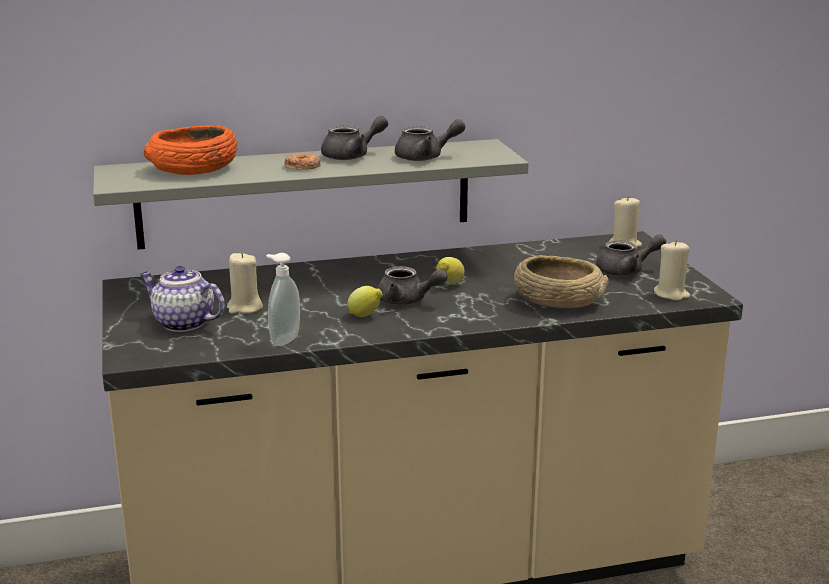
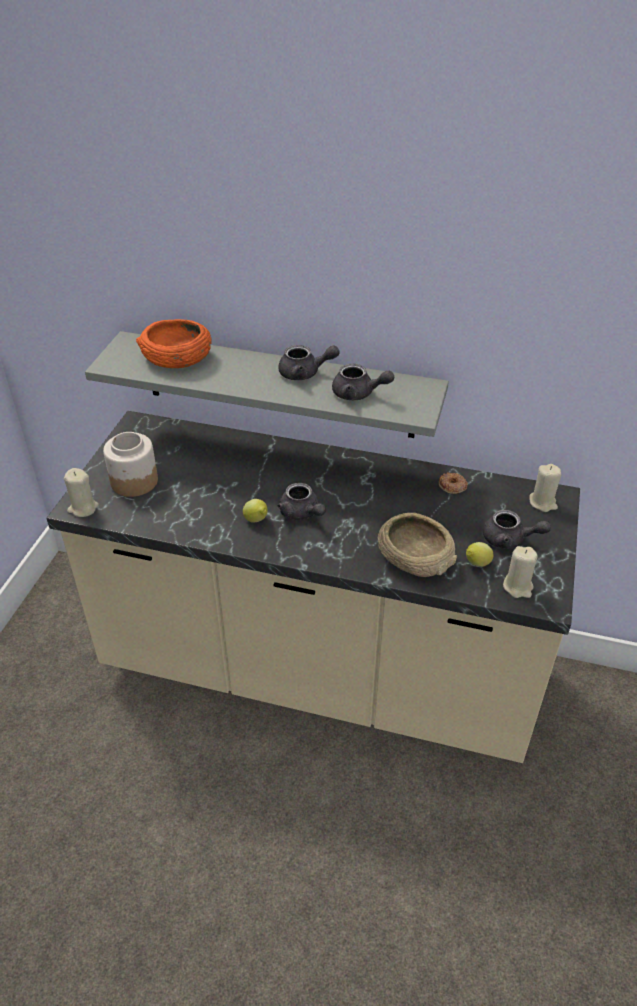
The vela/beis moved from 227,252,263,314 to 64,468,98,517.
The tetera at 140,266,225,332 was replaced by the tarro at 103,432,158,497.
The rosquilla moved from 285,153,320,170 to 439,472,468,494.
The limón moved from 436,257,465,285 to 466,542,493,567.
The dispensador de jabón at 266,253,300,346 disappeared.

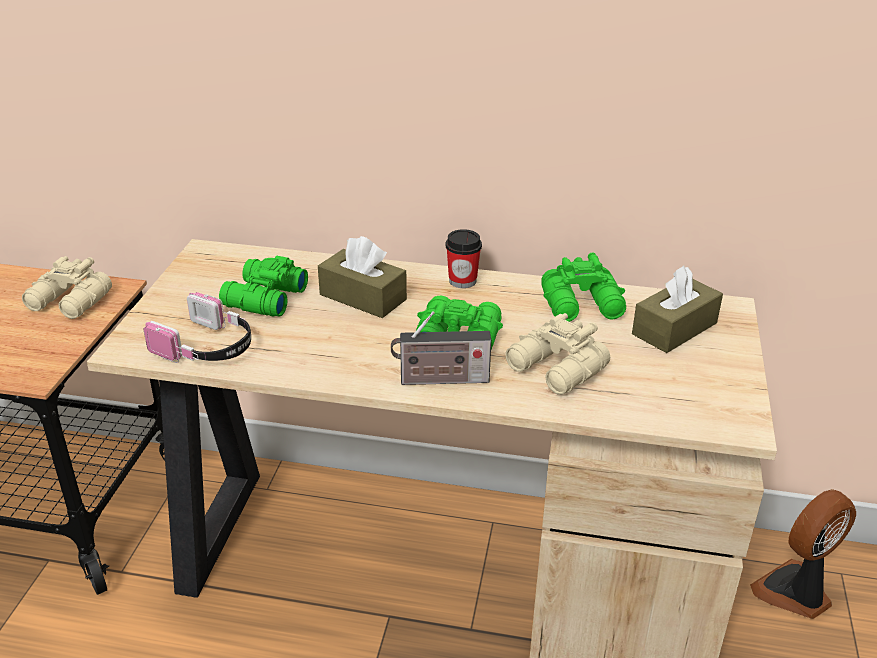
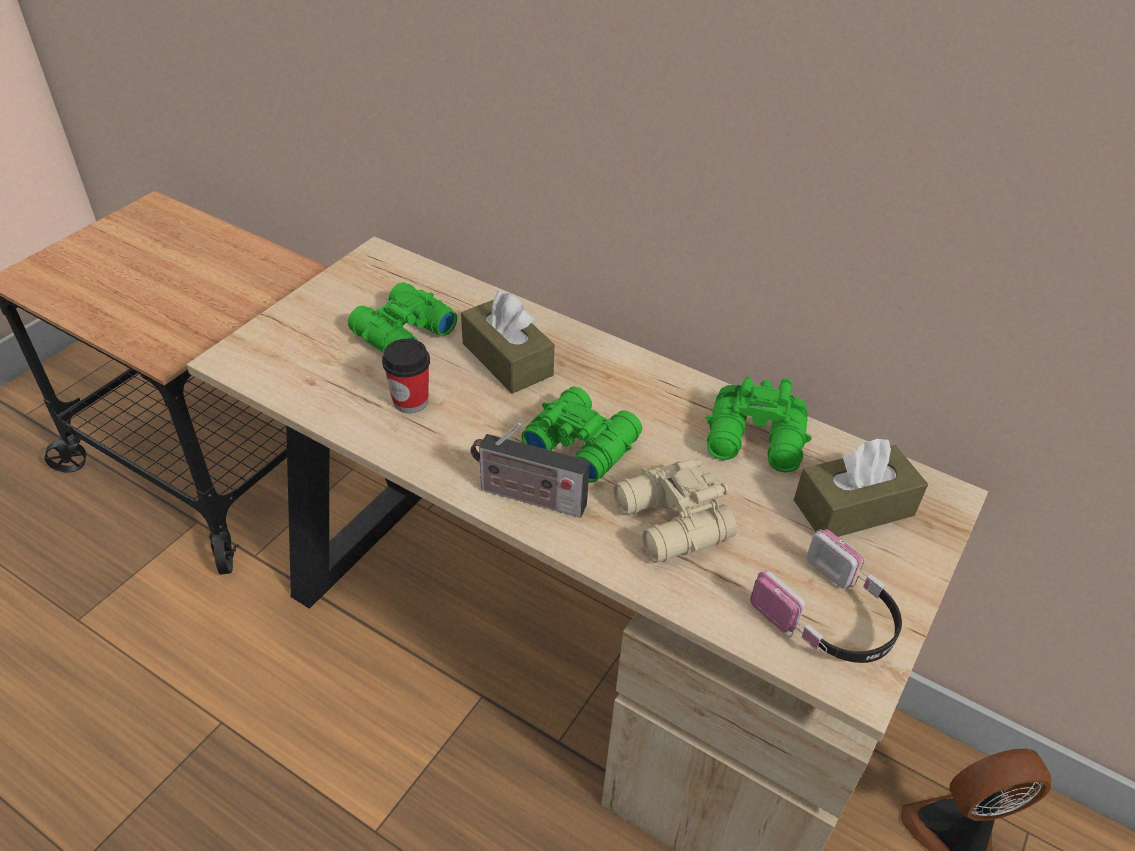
The taza moved from 446,229,482,288 to 382,339,430,413.
The auriculares moved from 143,292,251,363 to 750,529,902,663.
The prismáticos/beis at 22,256,112,319 disappeared.

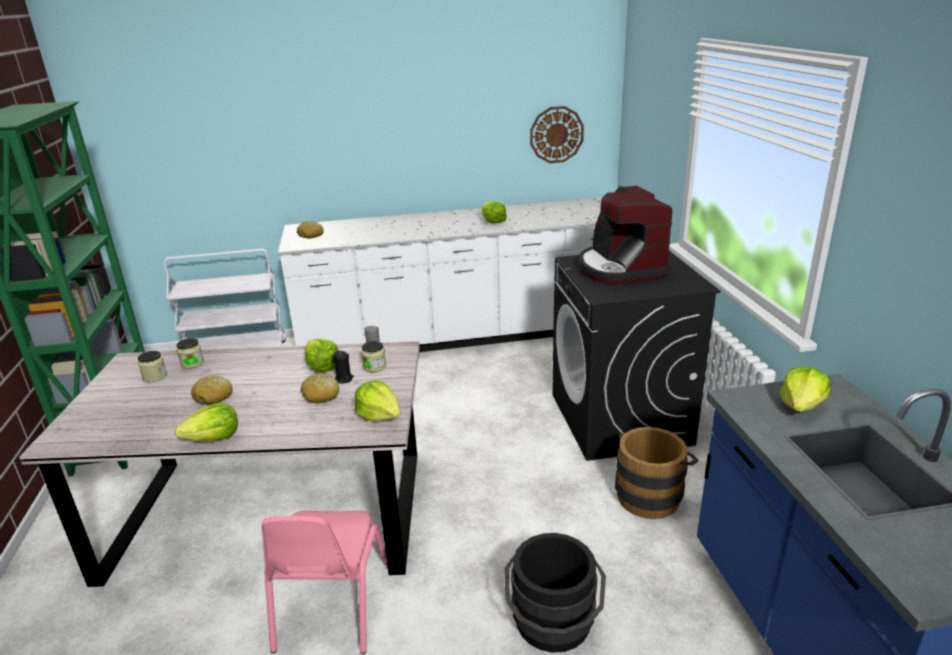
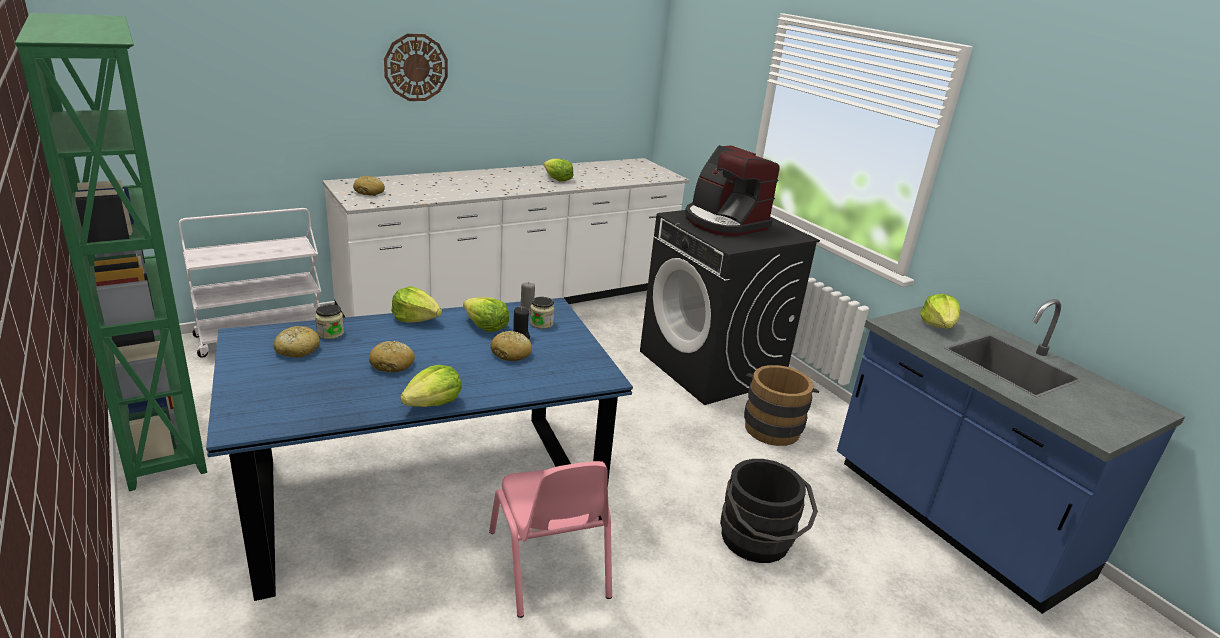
The mesa de comedor/gris at 19,341,420,587 became the mesa de comedor/azul at 206,298,633,601.
The tarro at 138,351,167,382 was replaced by the pan at 273,326,320,358.
The reloj de pared moved from 530,106,584,163 to 384,34,448,101.
The lechuga moved from 355,380,401,421 to 392,286,442,323.

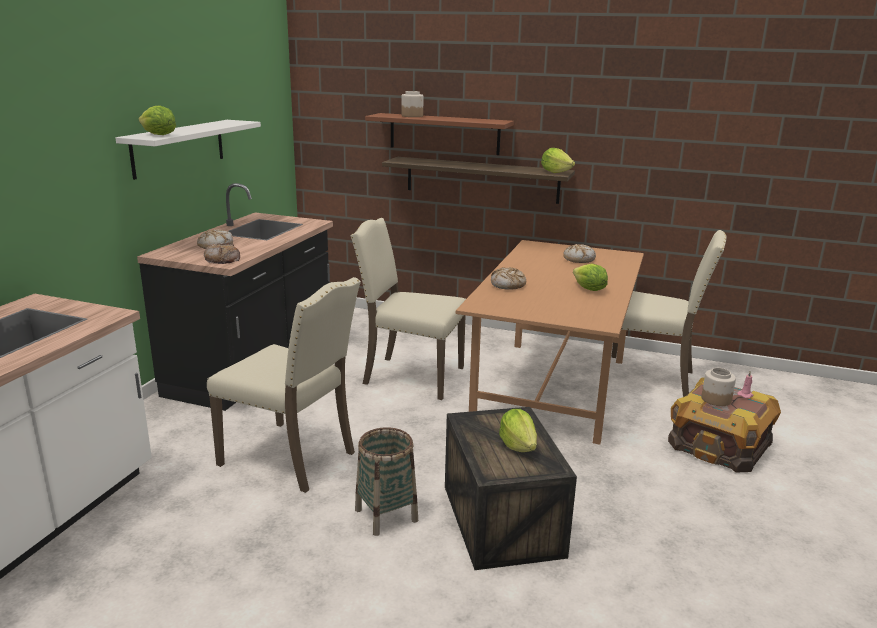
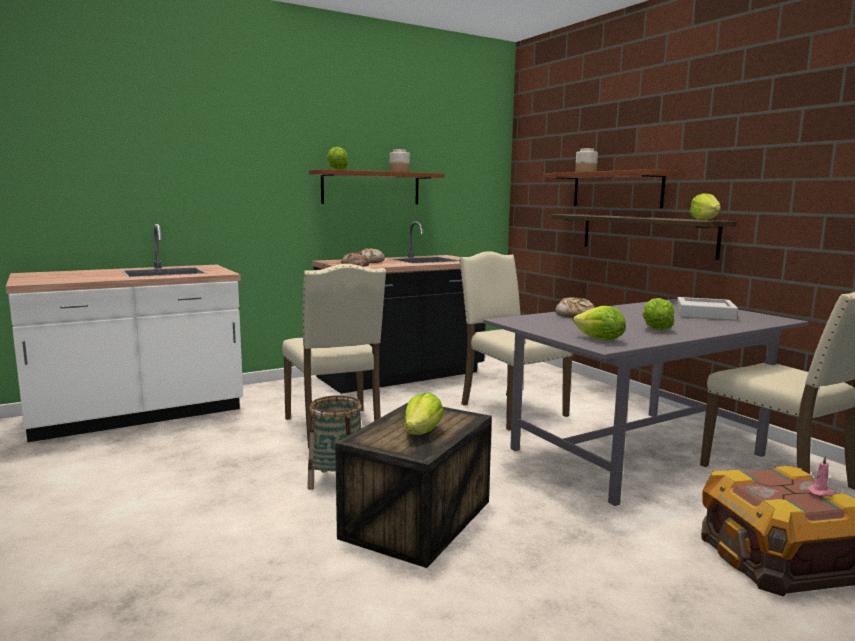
The estante/blanco at 116,120,261,180 became the estante/marrón at 309,169,444,204.
The tarro moved from 701,368,736,406 to 390,149,410,172.
The mesa de comedor/marrón at 456,240,644,445 became the mesa de comedor/gris at 484,299,808,506.
The lechuga at 573,306,626,340 appeared.
The pan at 563,244,596,263 was replaced by the bandeja/gris at 677,297,738,320.

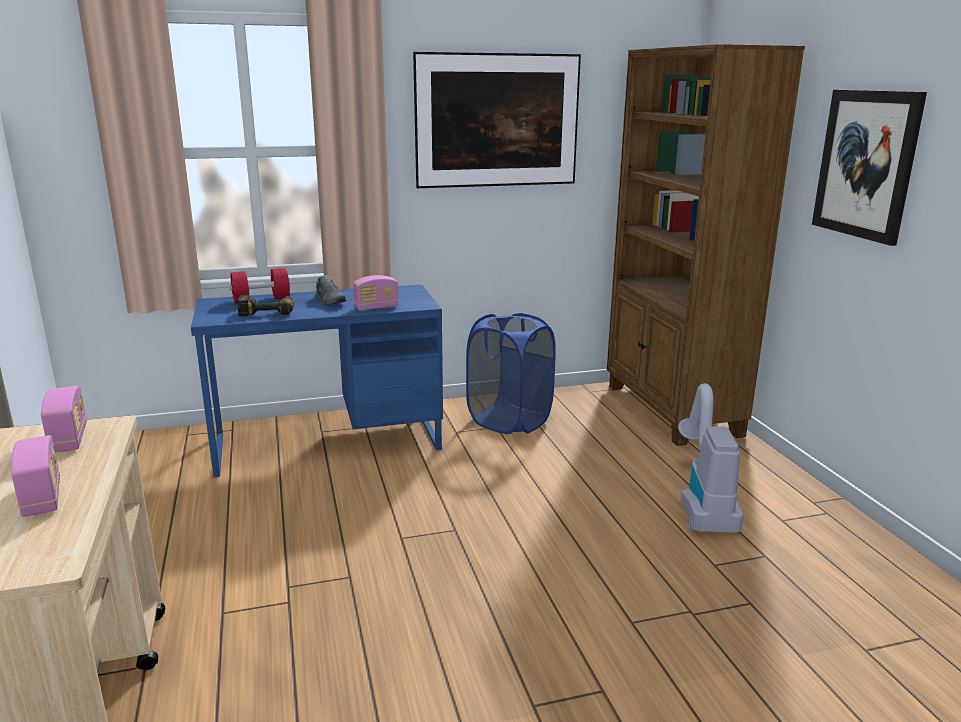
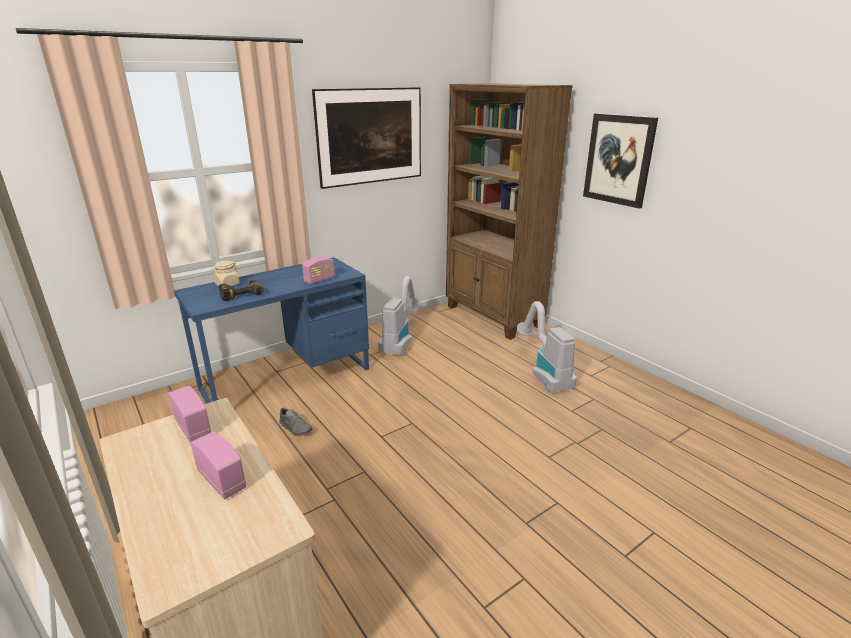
The mancuerna/rojo at 230,268,290,303 was replaced by the tarro/beis at 211,261,239,286.
The zapato/gris moved from 315,275,346,305 to 279,408,312,436.
The cesto de la ropa/azul at 466,313,556,434 was replaced by the aspiradora at 378,276,421,355.

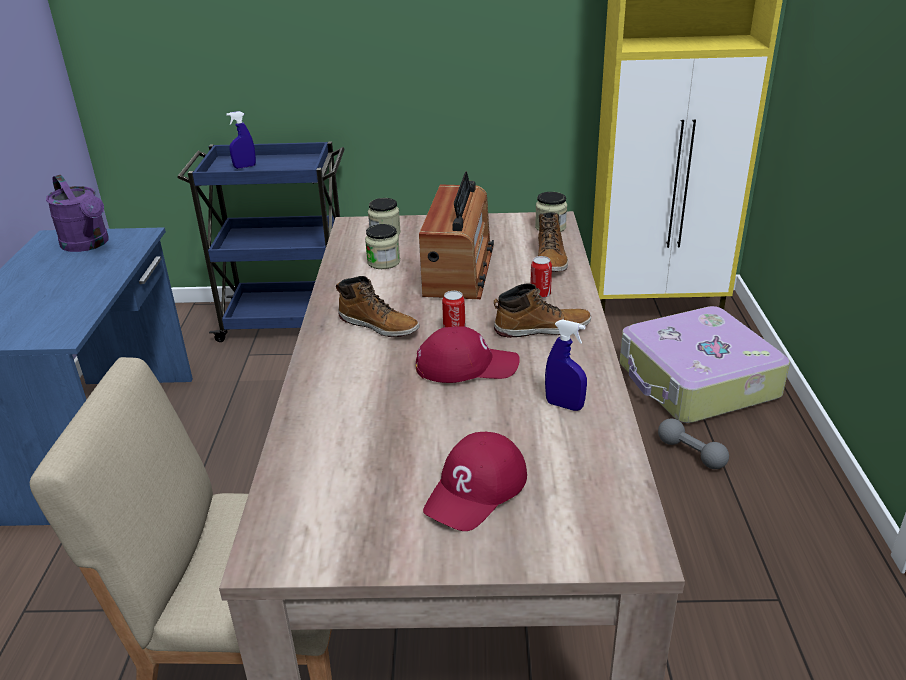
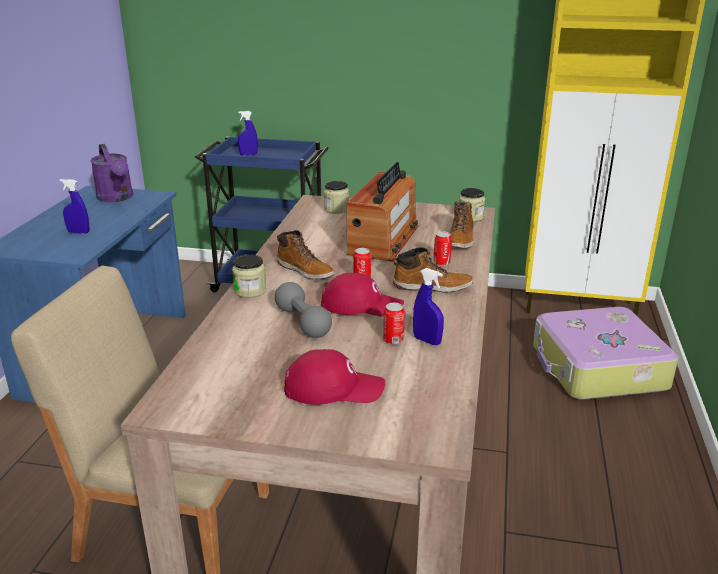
The pulverizador/azul at 60,179,90,234 appeared.
The tarro moved from 365,224,400,269 to 232,254,266,298.
The mancuerna/gris moved from 658,419,729,469 to 275,282,332,338.
The gorra/rojo at 423,432,527,531 turned 135 degrees counterclockwise.
The lata at 383,303,405,345 appeared.

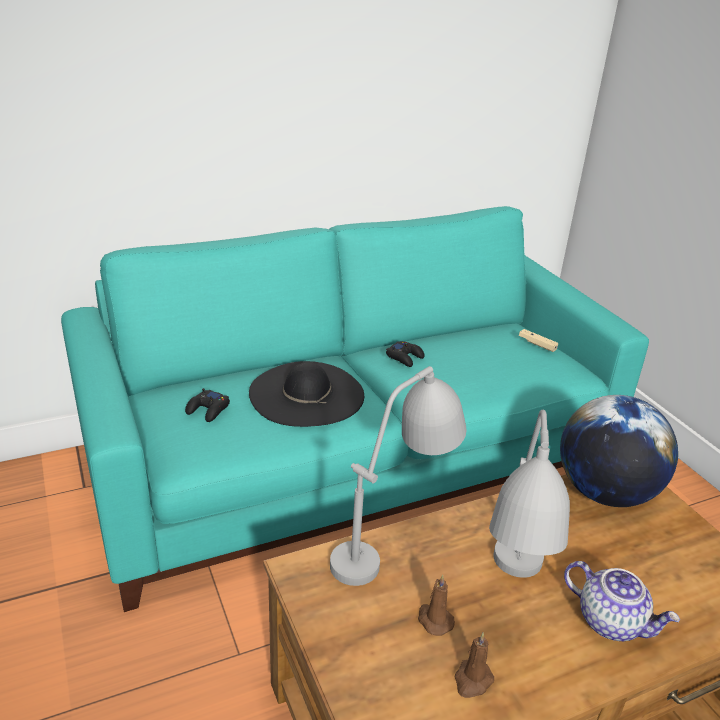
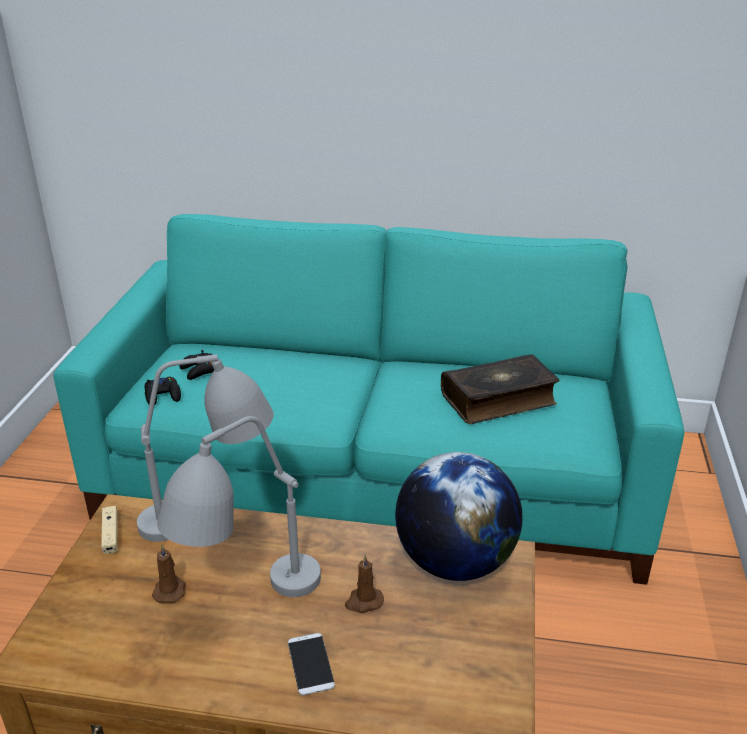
The mando de consola/beis moved from 519,329,558,352 to 101,506,118,554.
The mando de consola/negro moved from 386,341,425,367 to 144,377,181,406.
The tetera at 564,561,680,641 was replaced by the móvil at 288,633,335,695.
The vela/marrón moved from 454,632,494,698 to 345,554,384,613.
The libro at 441,354,559,424 appeared.
The sombrero/negro at 249,361,364,427 disappeared.

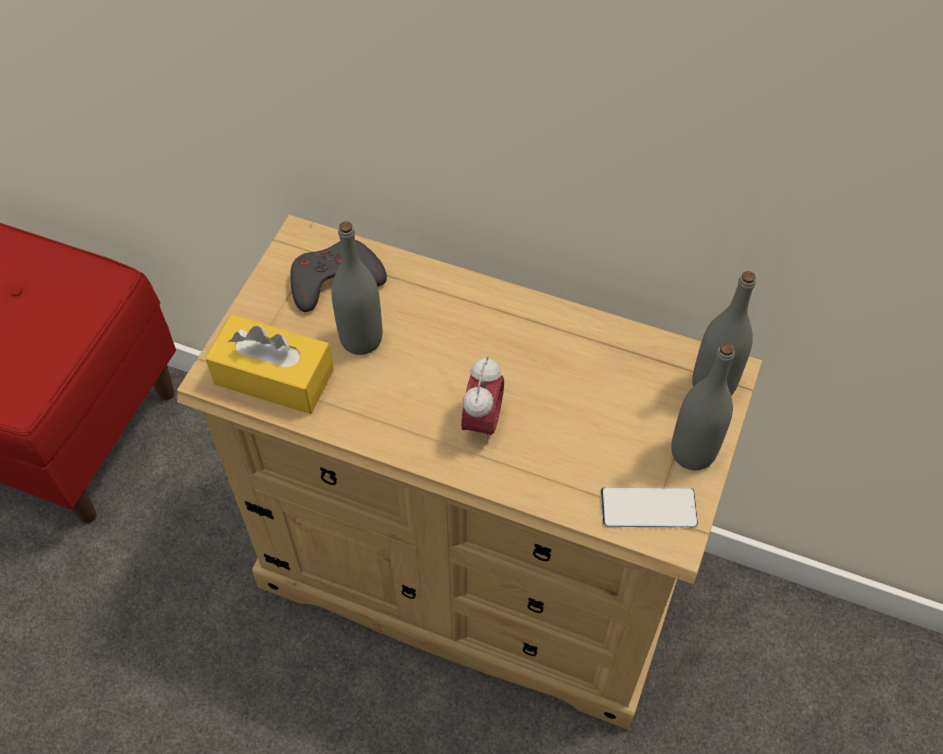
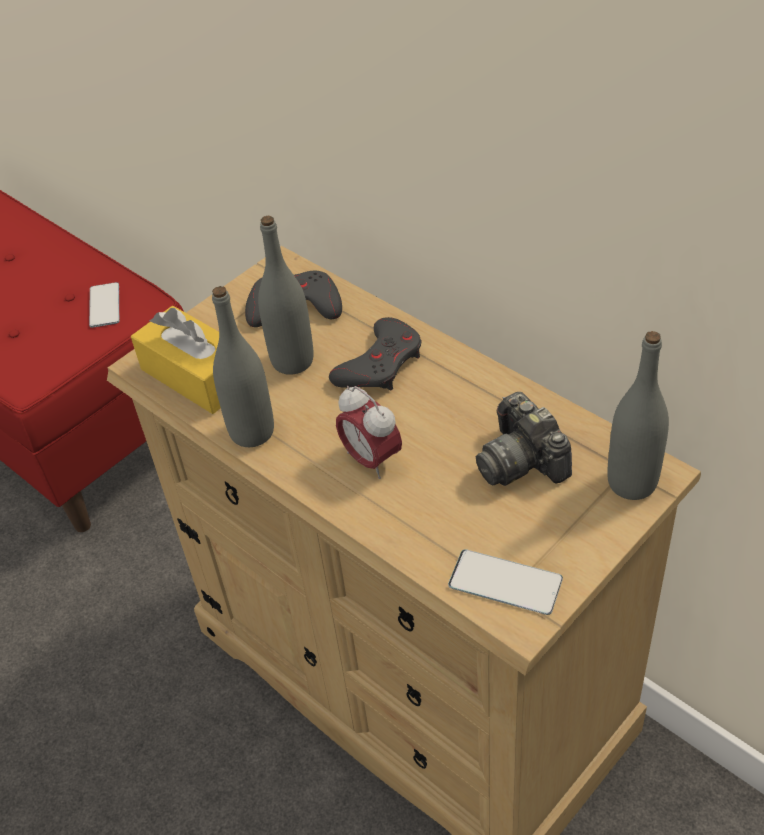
The móvil at 89,282,119,328 appeared.
The botella/gris moved from 671,342,735,470 to 212,286,274,447.
The mando de consola/gris at 329,317,421,391 appeared.
The despertador at 461,357,504,444 turned 105 degrees clockwise.
The cámara at 476,392,572,486 appeared.

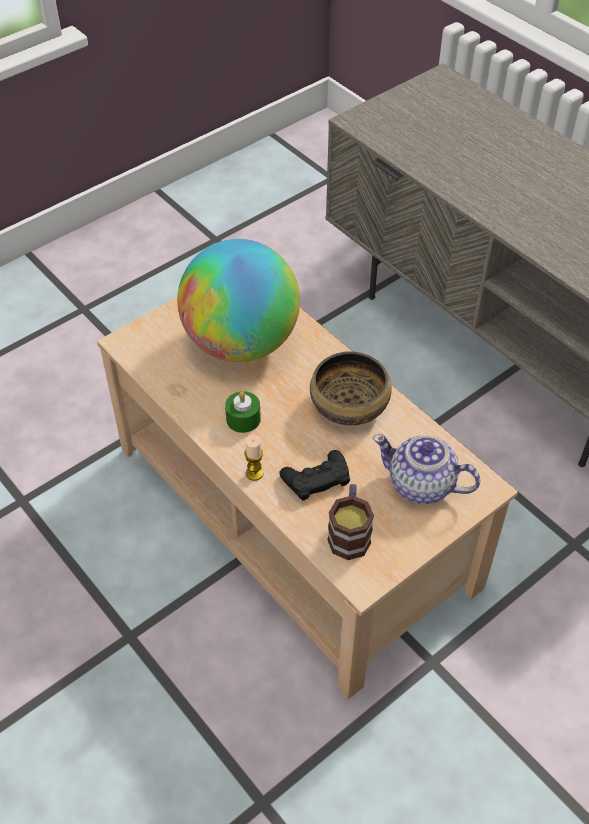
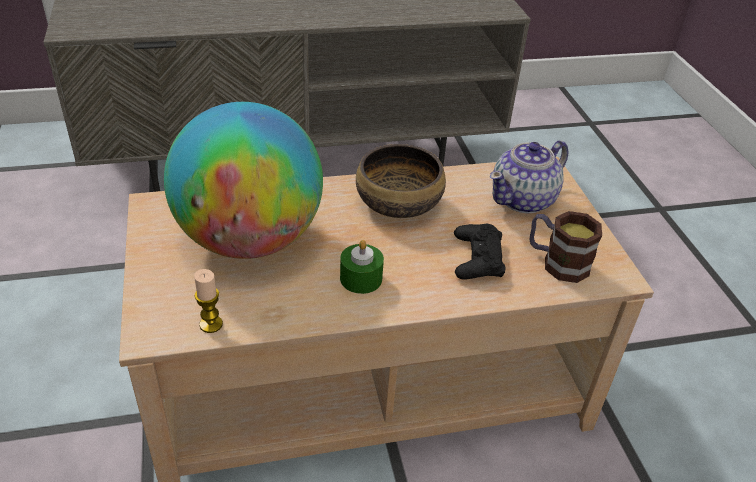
The vela moved from 244,435,264,481 to 194,269,223,333.

